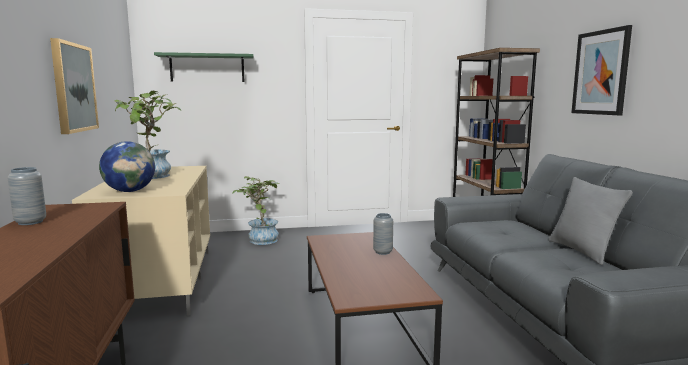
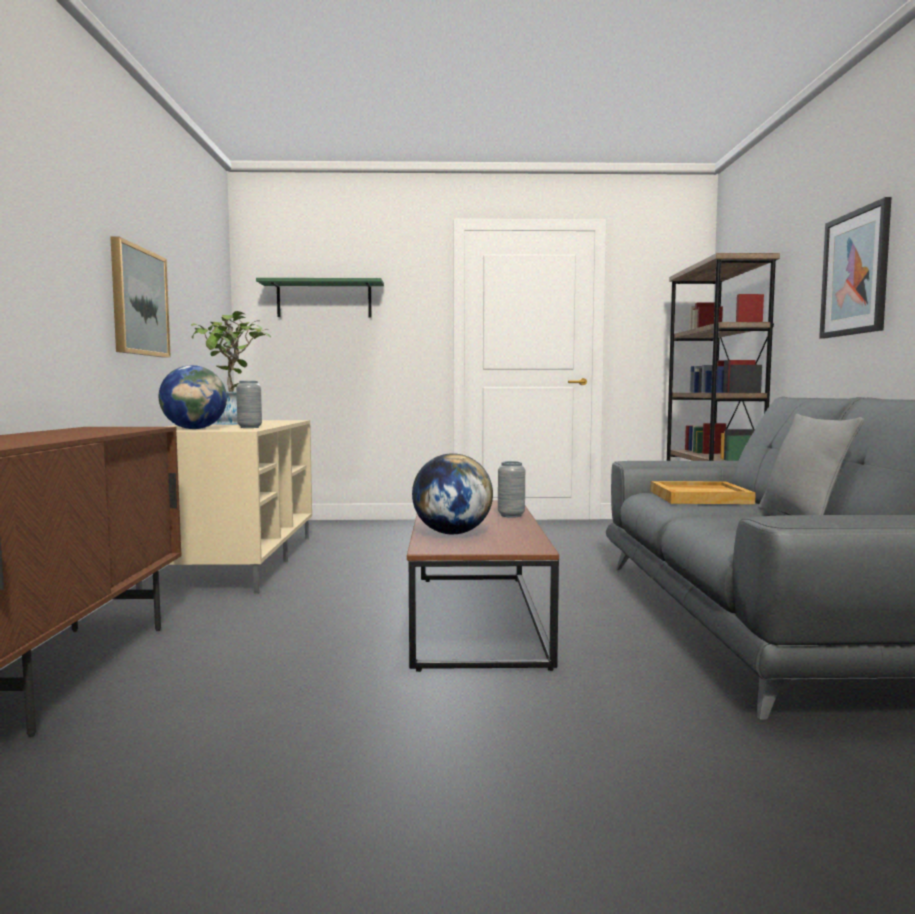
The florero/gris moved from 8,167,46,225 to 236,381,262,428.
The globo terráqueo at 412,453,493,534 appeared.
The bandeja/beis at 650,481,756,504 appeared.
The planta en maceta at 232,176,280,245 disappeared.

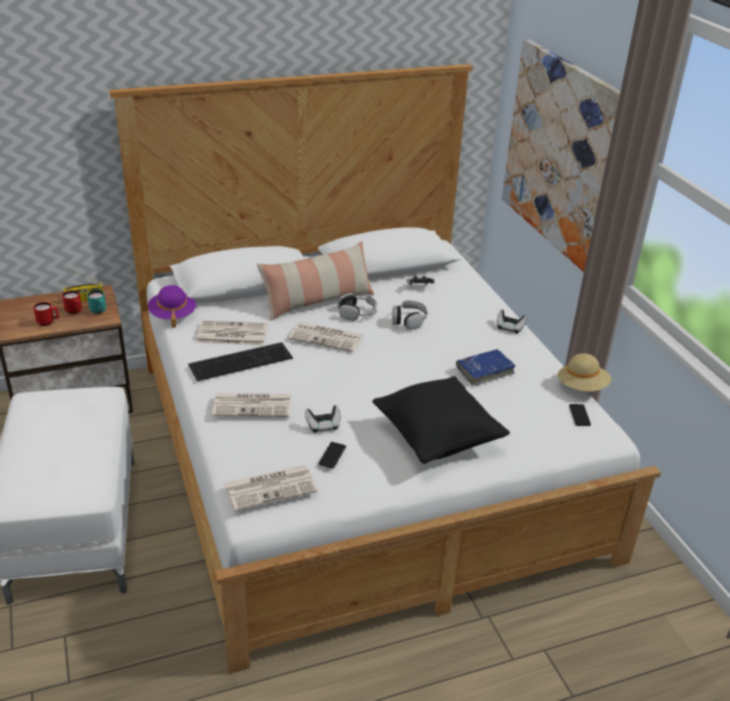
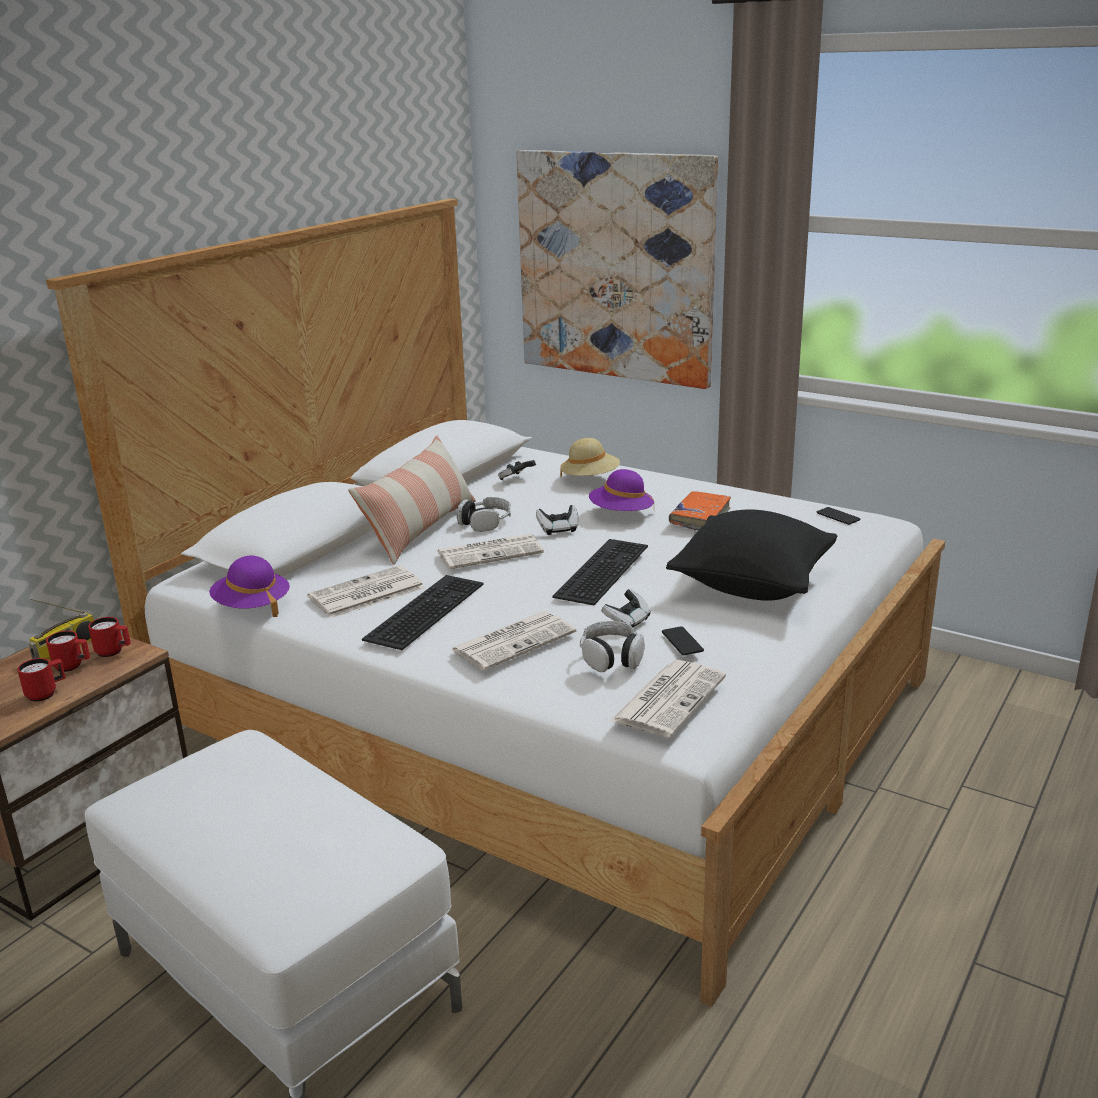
The taza grande/turquesa at 87,290,106,314 became the taza grande/rojo at 88,617,131,657.
The mando de consola moved from 497,310,527,333 to 536,505,579,535.
The teclado at 552,539,648,605 appeared.
The sombrero/beis moved from 558,353,611,392 to 560,438,620,477.
The auriculares moved from 392,301,427,330 to 580,621,644,672.
The sombrero/morado at 589,469,654,511 appeared.
The libro/azul at 456,349,516,386 became the libro/naranja at 669,491,731,530.

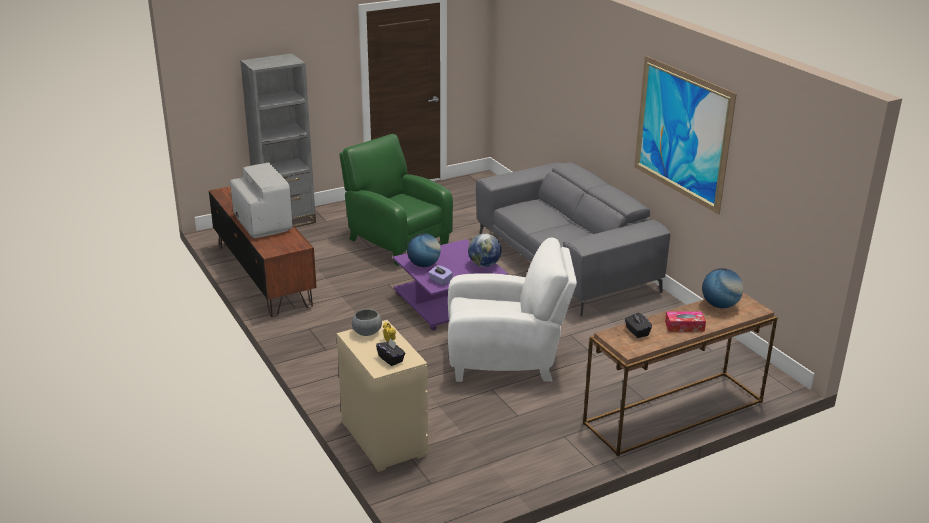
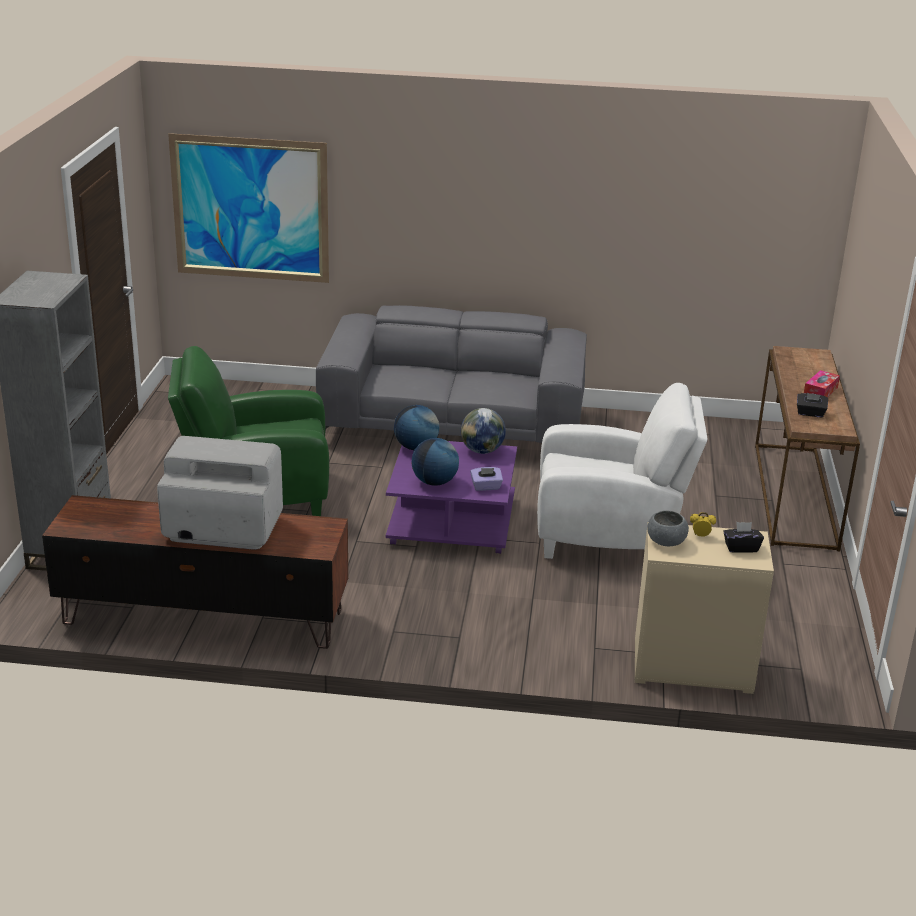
The cuadro moved from 634,56,737,215 to 168,133,329,283.
The globo terráqueo moved from 702,268,743,308 to 394,405,439,450.
The sillón/blanco at 448,238,577,382 turned 60 degrees clockwise.

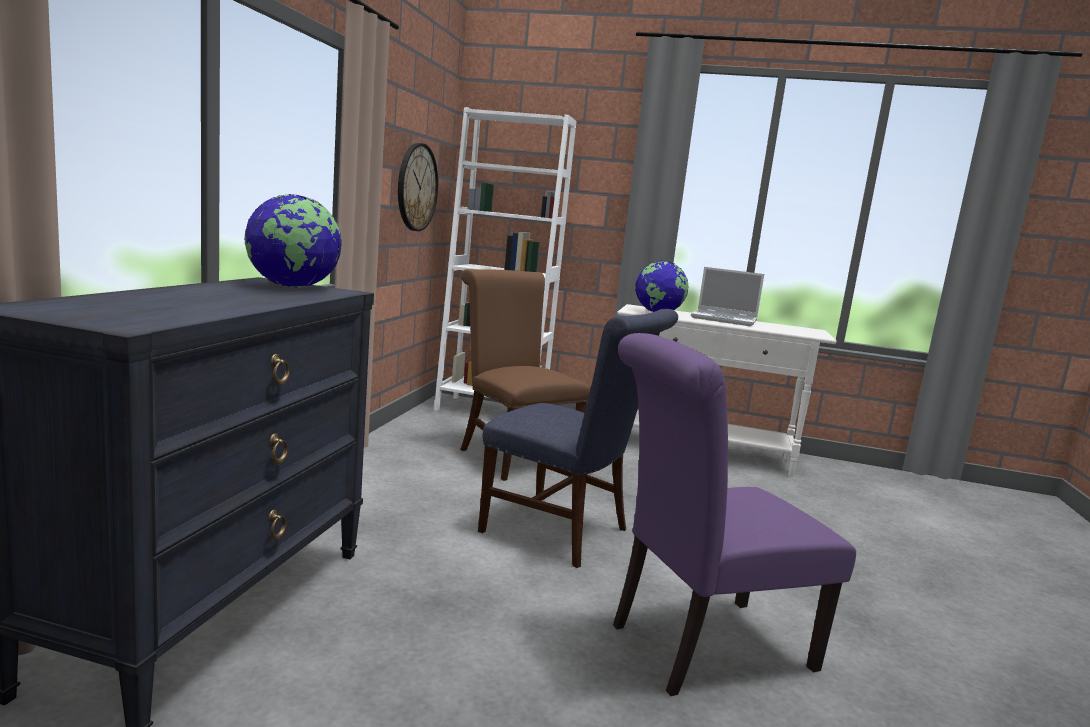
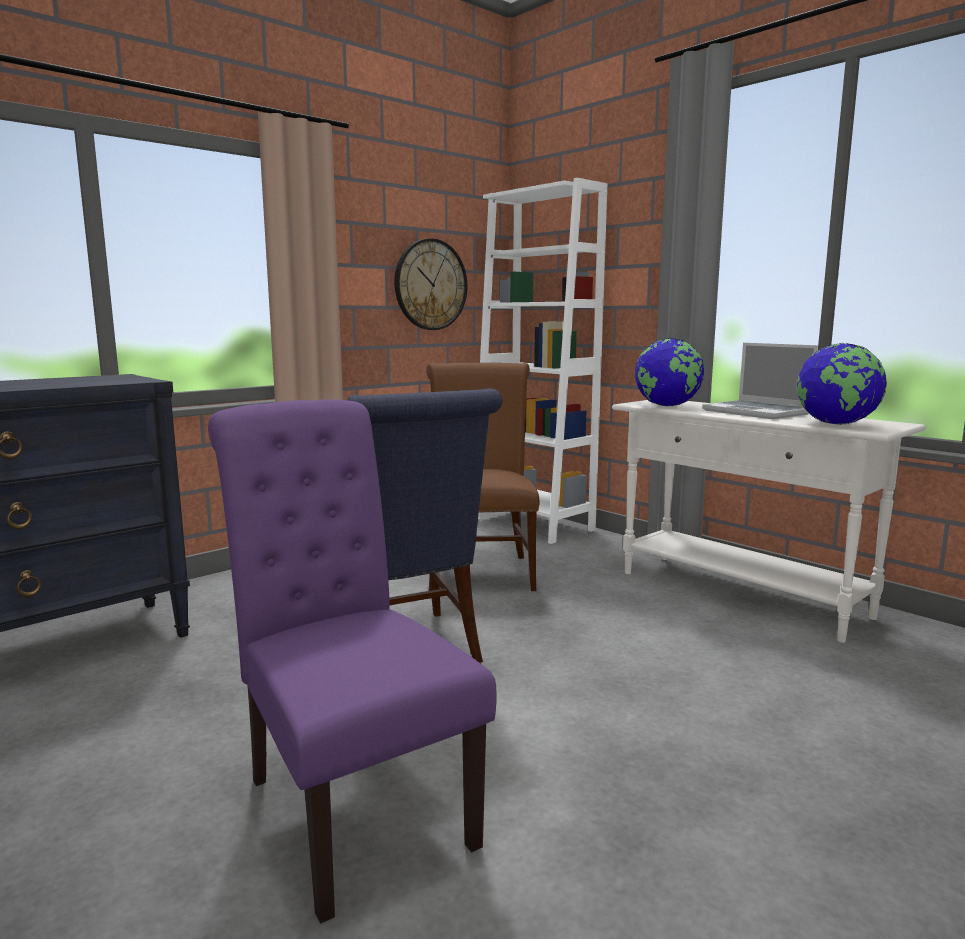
The silla/morado at 613,333,856,696 turned 45 degrees clockwise.
The globo terráqueo moved from 244,194,342,288 to 797,343,887,425.

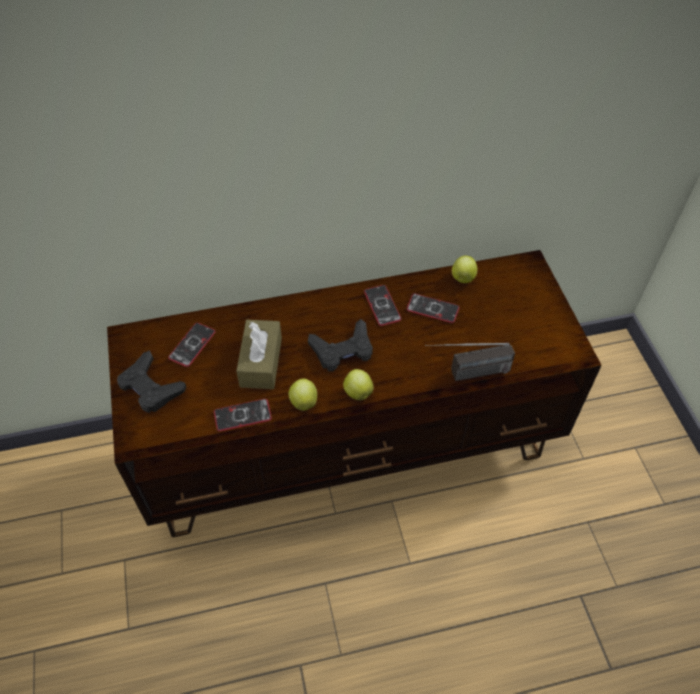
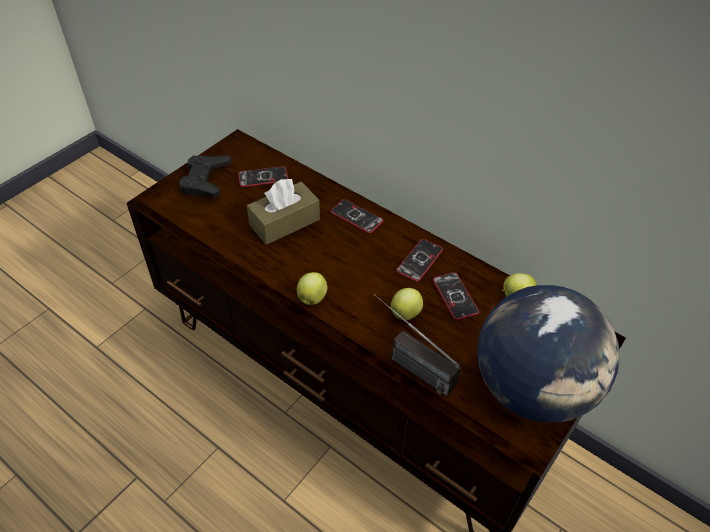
The móvil moved from 214,399,272,431 to 330,199,384,233.
The manzana moved from 288,379,317,411 to 391,288,423,320.
The globo terráqueo at 477,285,620,422 appeared.
The mando de consola/negro at 308,319,373,371 disappeared.

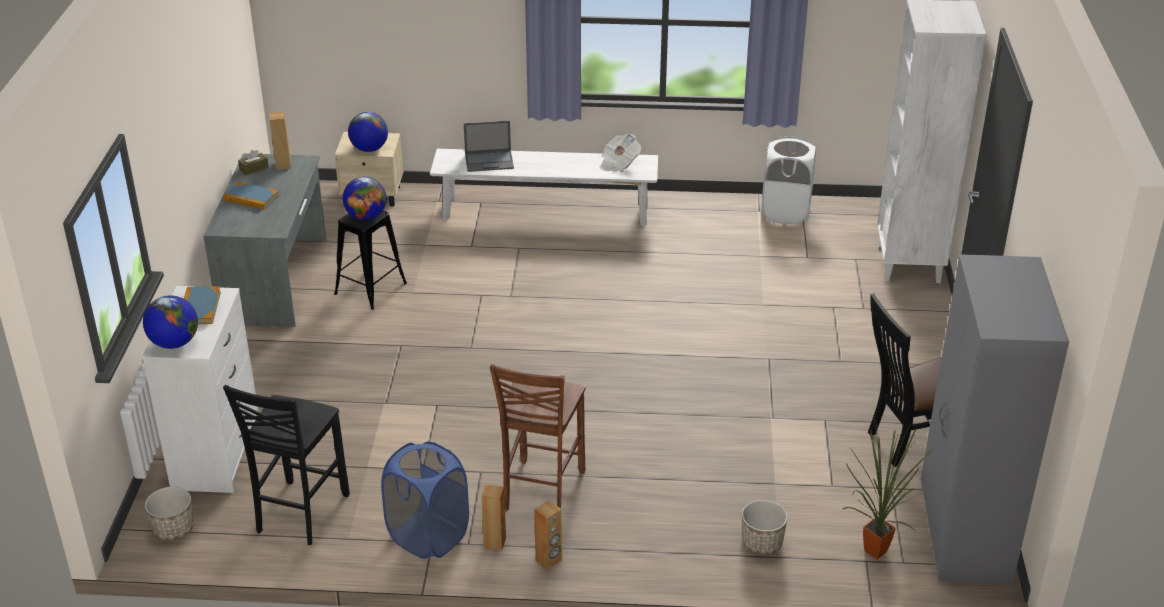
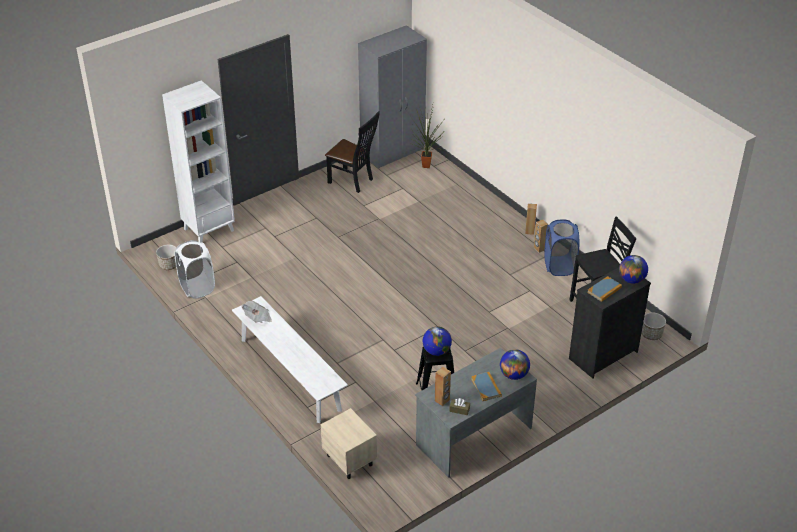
The maceta moved from 742,500,788,555 to 156,244,177,270.
The globo terráqueo moved from 348,112,388,152 to 500,349,530,380.
The cómoda/blanco at 142,286,259,493 became the cómoda/negro at 569,268,651,379.
The portátil at 464,120,514,172 disappeared.
The silla/marrón at 490,364,585,512 disappeared.

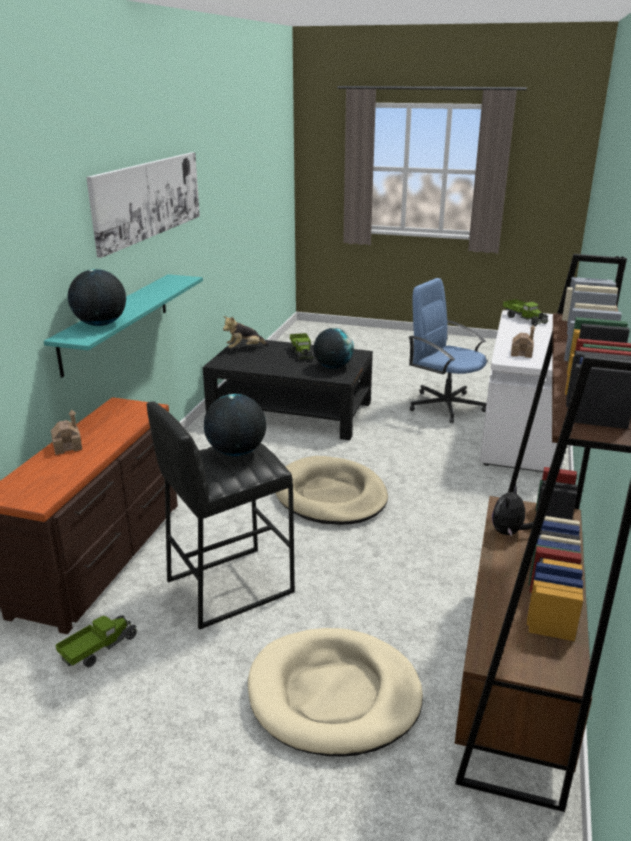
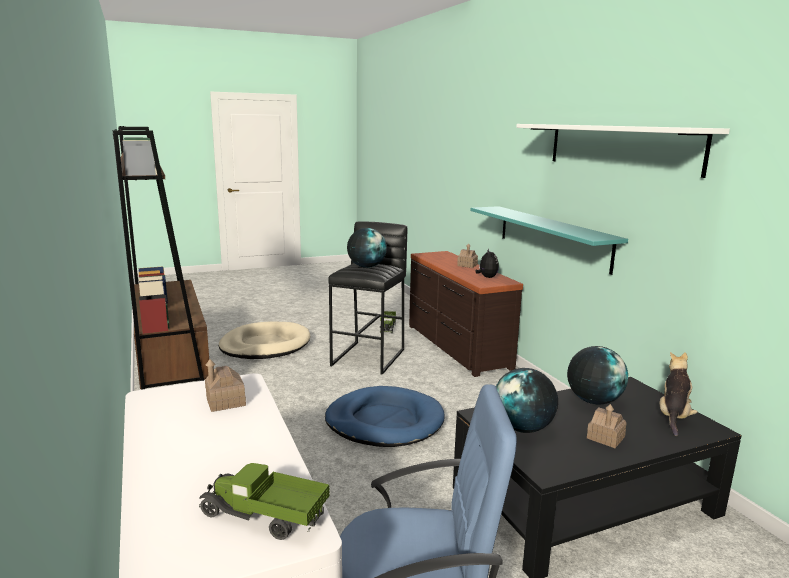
The cama para perro/beis at 276,456,388,525 became the cama para perro/azul at 325,386,445,447.
The peluche moved from 492,485,533,536 to 475,248,499,278.
The cuadro at 86,152,200,258 was replaced by the estante/blanco at 516,124,730,178.
The globo terráqueo moved from 68,269,126,326 to 567,346,628,405.
The camión de juguete at 290,333,314,361 was replaced by the casita at 587,404,627,448.

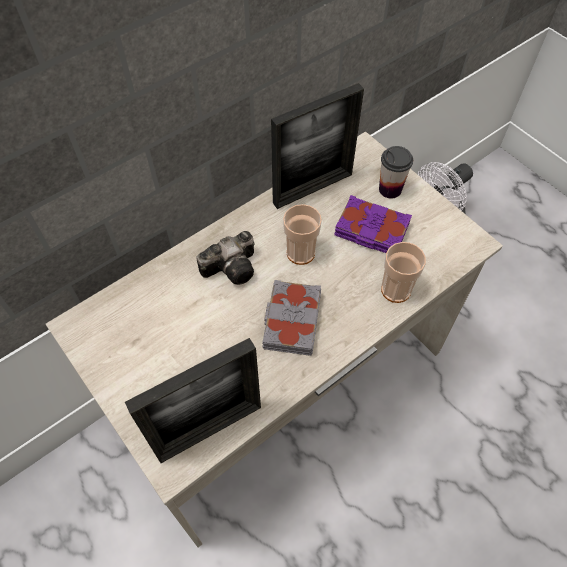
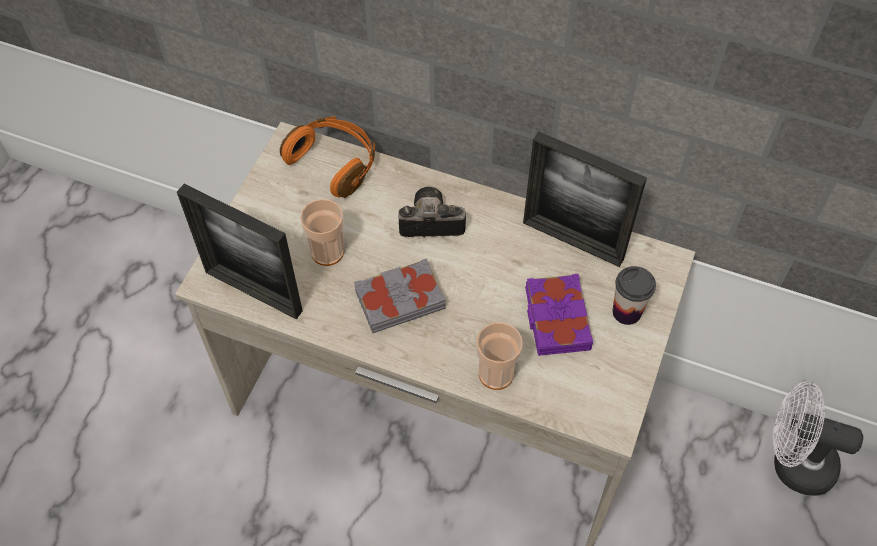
The auriculares/naranja at 280,116,375,198 appeared.
The taza moved from 283,204,322,265 to 300,199,344,266.
The cámara at 197,231,255,285 turned 150 degrees clockwise.

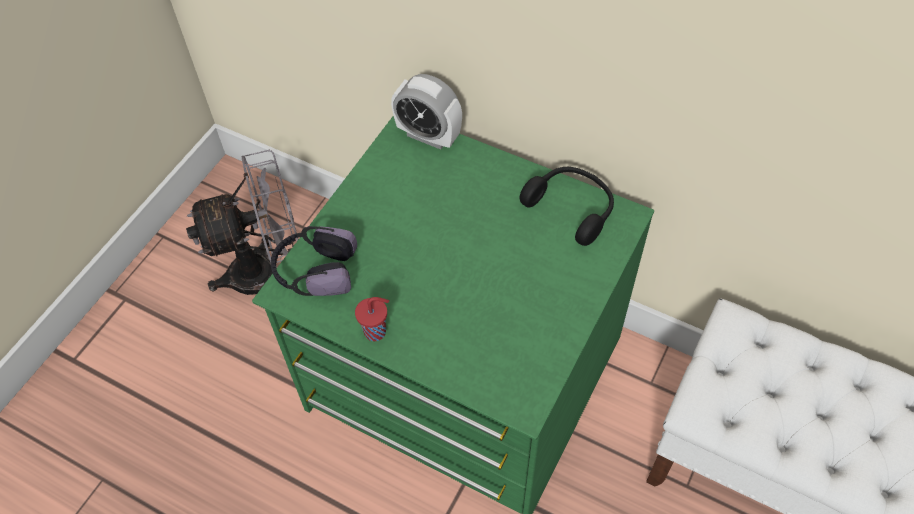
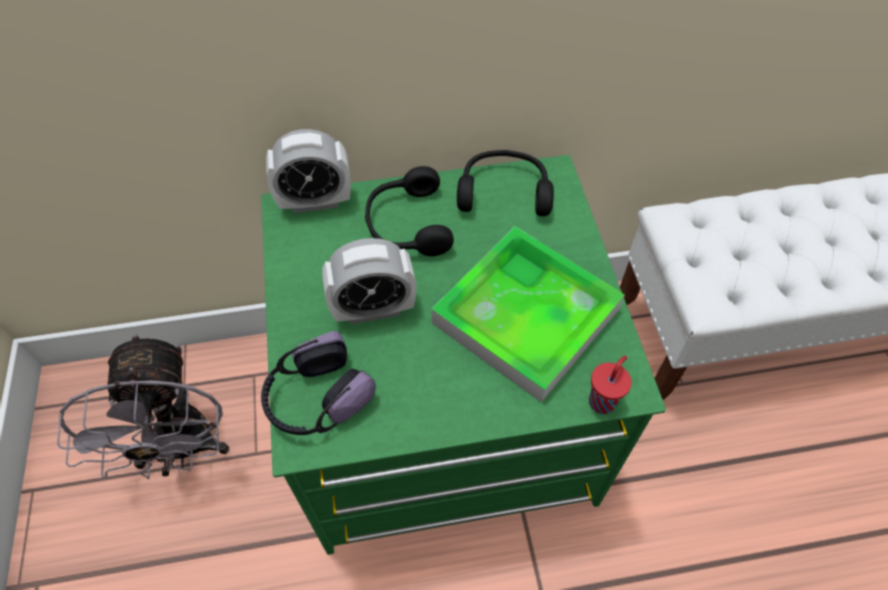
The ventilador/gris at 186,150,299,295 turned 135 degrees clockwise.
The despertador at 322,238,416,324 appeared.
The auriculares/negro at 365,166,454,256 appeared.
The bandeja at 431,226,625,403 appeared.
The taza/rojo moved from 355,297,389,341 to 589,355,632,414.

